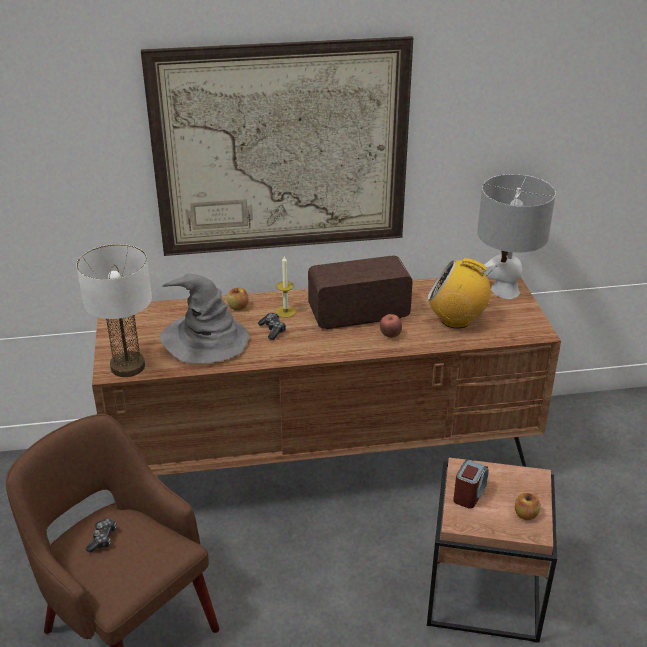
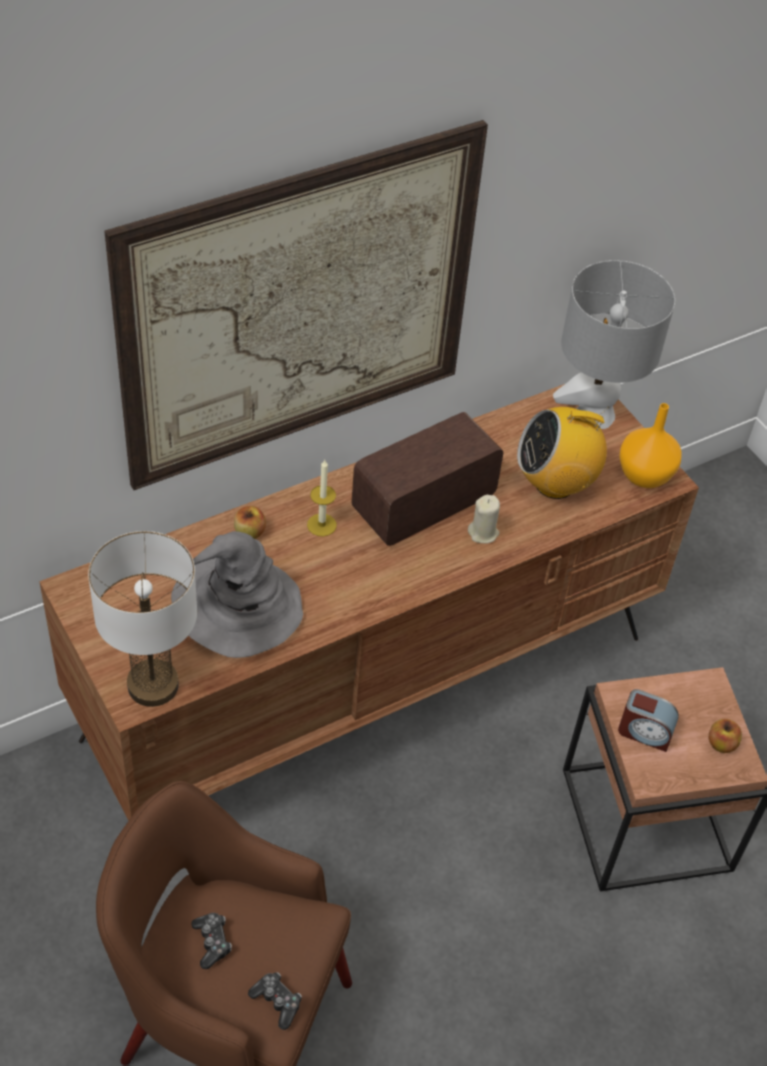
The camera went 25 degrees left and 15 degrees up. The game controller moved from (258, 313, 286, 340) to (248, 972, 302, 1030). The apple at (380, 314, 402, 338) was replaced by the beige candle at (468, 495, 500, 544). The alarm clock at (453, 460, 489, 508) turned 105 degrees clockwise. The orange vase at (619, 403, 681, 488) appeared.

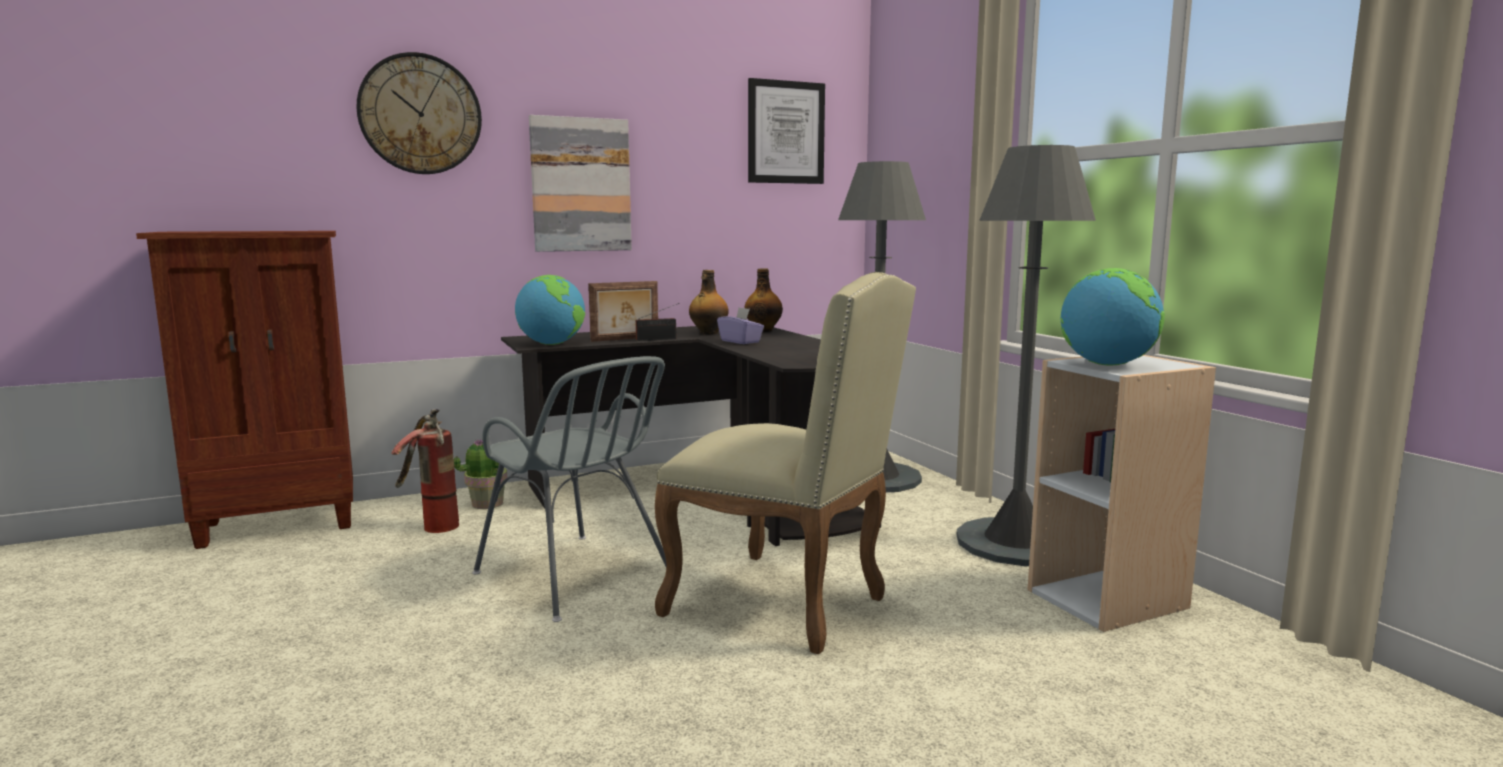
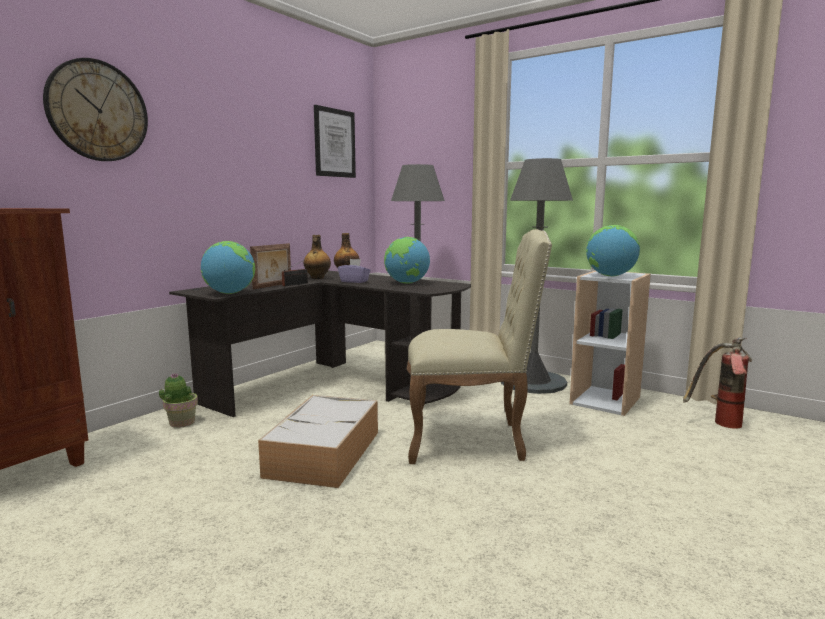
The camera went 30 degrees left and 0 degrees up. The fire extinguisher moved from (391, 409, 459, 533) to (683, 338, 752, 429). The grey chair at (472, 356, 666, 622) was replaced by the storage box at (258, 395, 378, 488). The picture at (529, 115, 632, 252) disappeared. The globe at (384, 237, 430, 284) appeared.

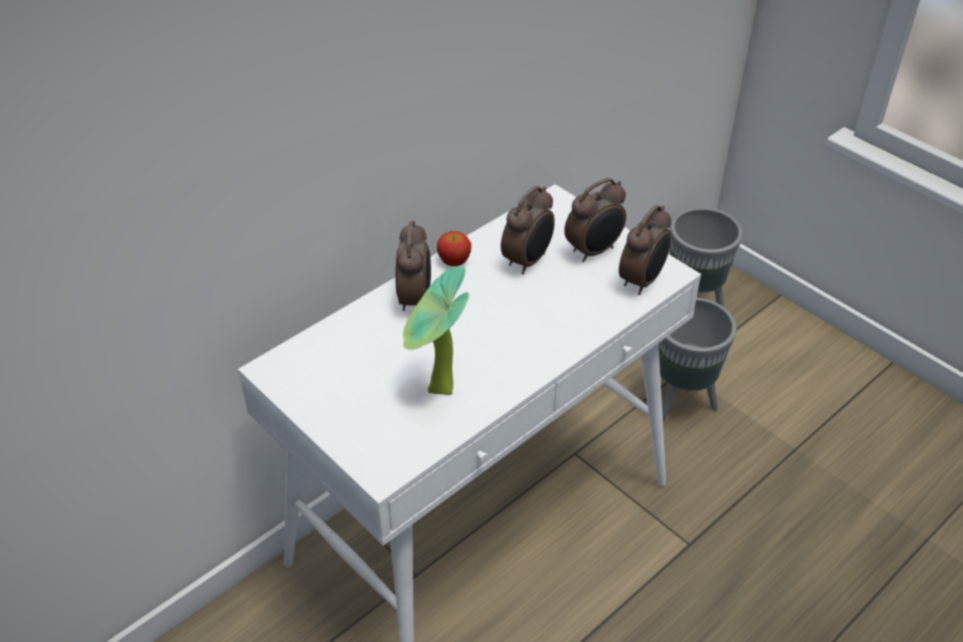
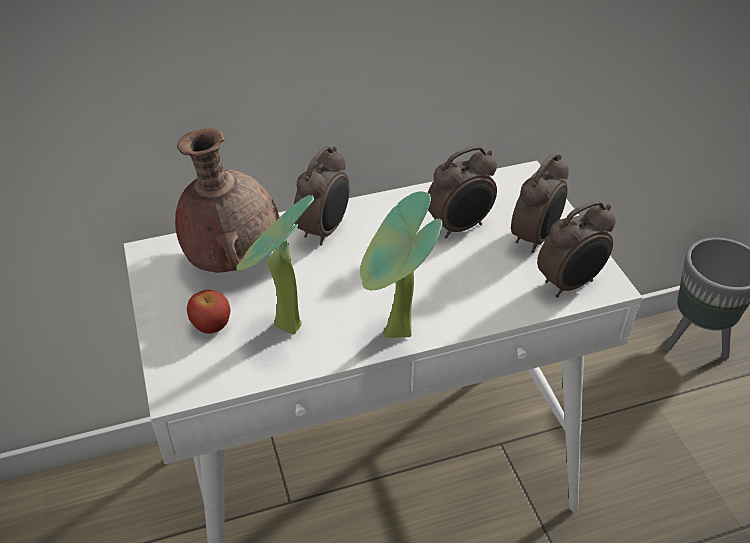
The camera went 25 degrees right and 0 degrees up. The apple moved from (437, 231, 471, 266) to (187, 290, 231, 334). The alarm clock at (564, 178, 626, 262) turned 45 degrees counterclockwise. The grey planter at (659, 297, 736, 422) disappeared. The brown vase at (175, 128, 280, 273) appeared. The potted plant at (360, 191, 443, 338) appeared.

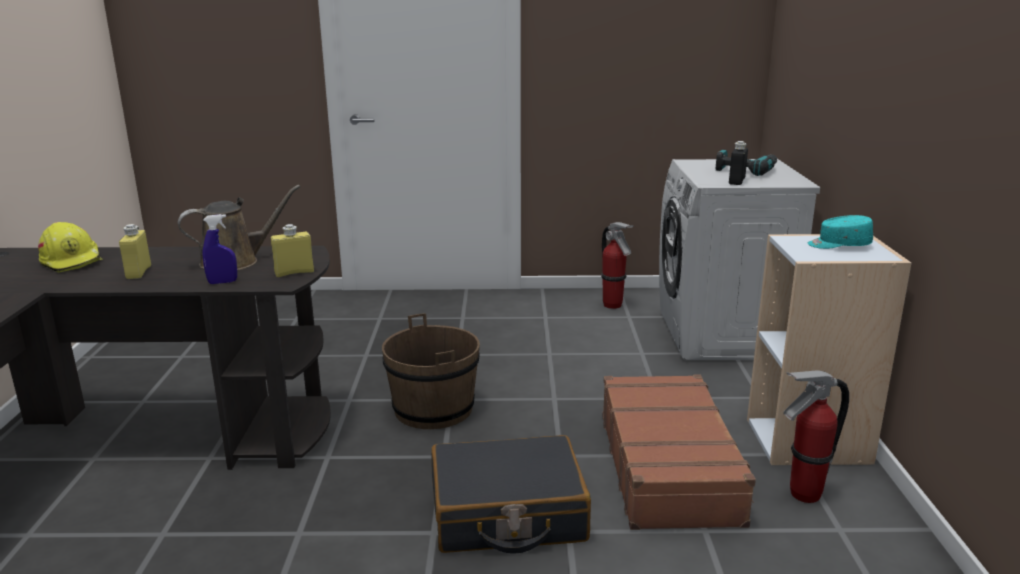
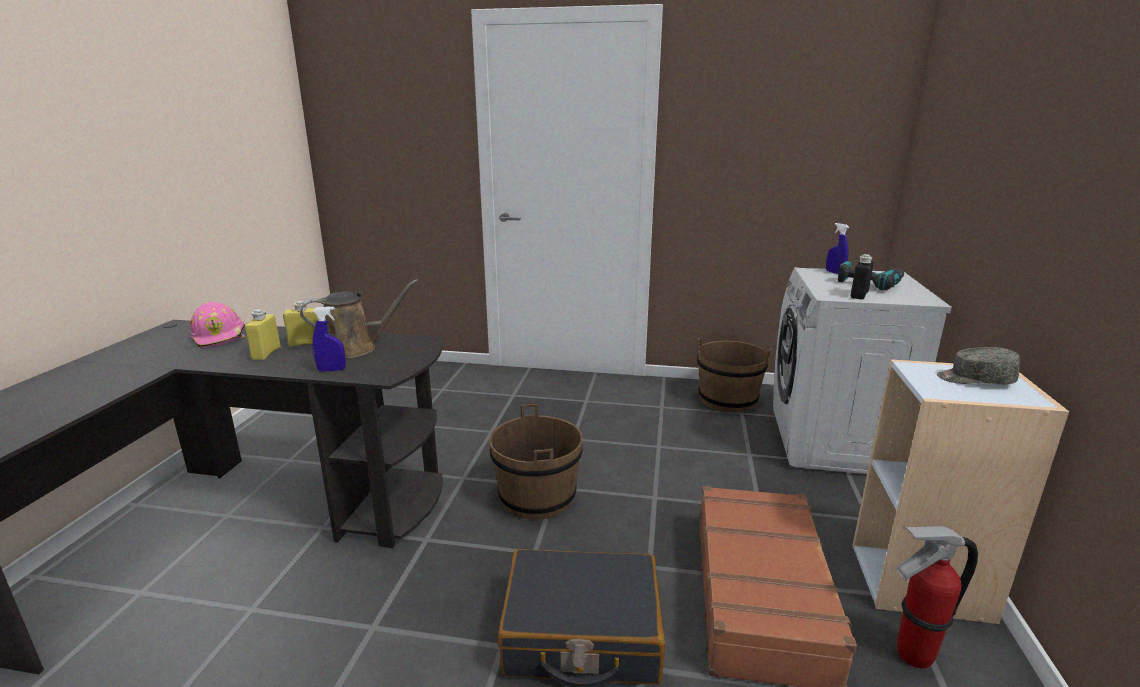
The camera went 10 degrees right and 0 degrees up. The yellow hard hat at (38, 222, 103, 272) became the pink hard hat at (190, 302, 246, 348). The yellow bottle moved from (271, 224, 314, 277) to (283, 301, 318, 347). The fire extinguisher at (601, 222, 634, 309) was replaced by the brown bucket at (697, 337, 771, 413). The turquoise cap at (808, 215, 873, 249) became the grey cap at (937, 347, 1020, 384). The blue spray bottle at (826, 223, 849, 274) appeared.

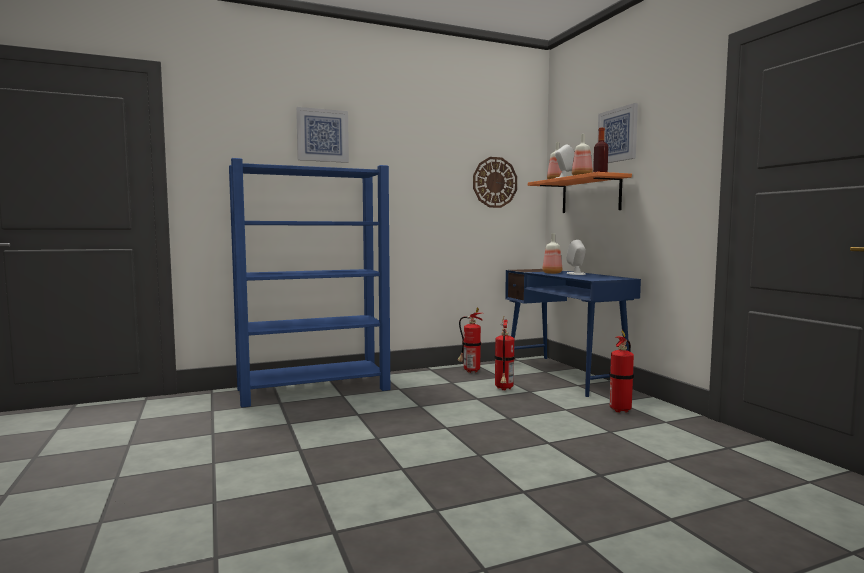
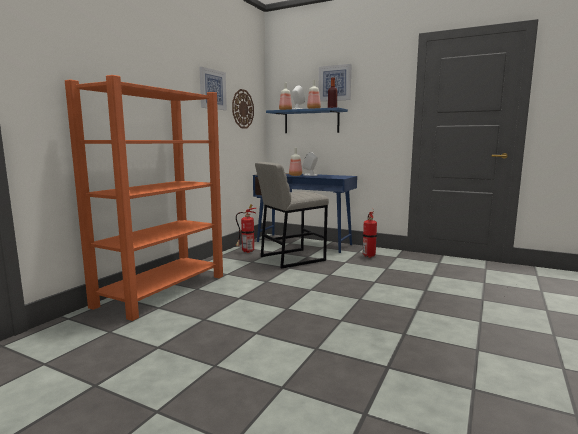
The camera went 40 degrees left and 5 degrees up. The blue bookcase at (229, 158, 390, 408) became the orange bookcase at (65, 75, 223, 321). The picture moved from (296, 107, 349, 163) to (199, 67, 227, 110). The fire extinguisher at (494, 317, 515, 390) was replaced by the grey chair at (255, 162, 329, 269). The orange shelf at (528, 172, 632, 213) became the blue shelf at (266, 107, 348, 133).

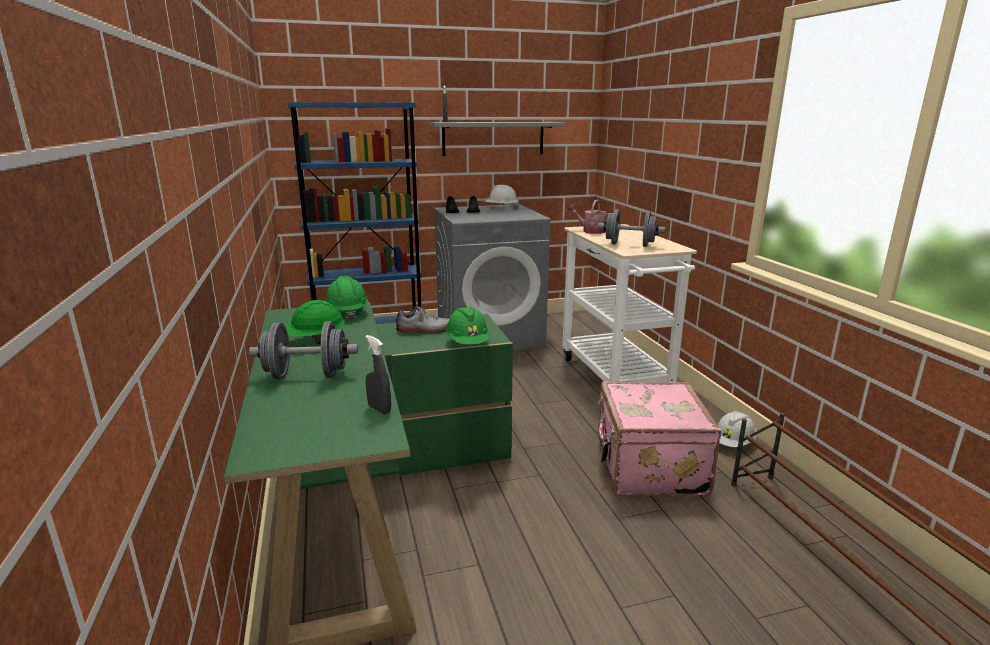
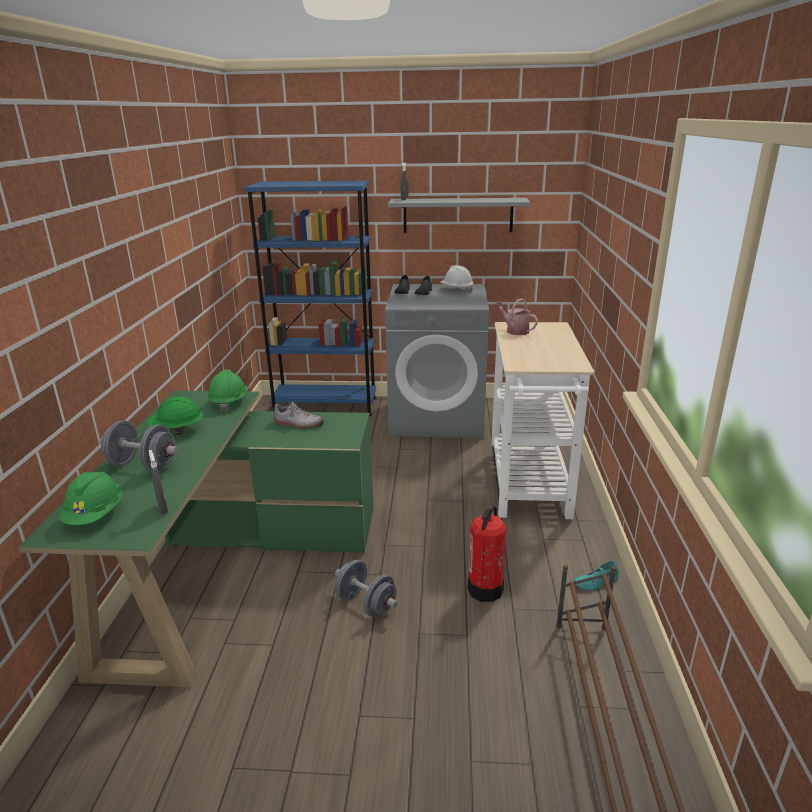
The camera went 20 degrees right and 5 degrees up. The green hard hat moved from (445, 307, 490, 345) to (59, 472, 122, 525). The grey dumbbell moved from (598, 209, 665, 247) to (335, 560, 398, 617). The pink suitcase at (598, 381, 721, 497) was replaced by the fire extinguisher at (468, 505, 507, 602). The white hard hat at (718, 411, 756, 447) was replaced by the turquoise shoe at (573, 561, 619, 591).

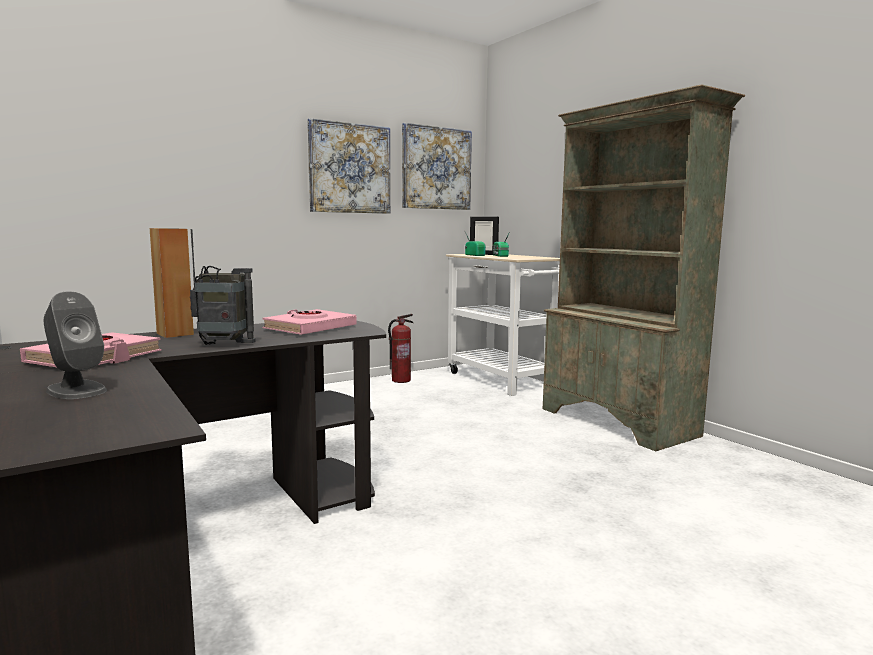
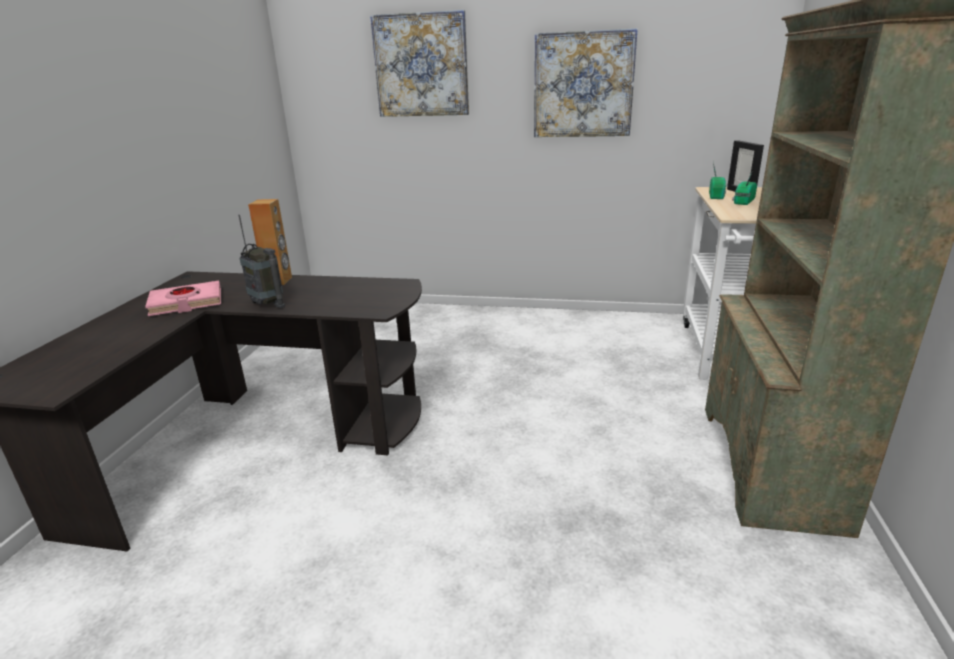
The camera went 45 degrees right and 15 degrees up. The grey speaker at (44, 291, 107, 399) disappeared. The pink book at (262, 309, 357, 335) disappeared. The fire extinguisher at (388, 314, 413, 383) disappeared. The picture moved from (402, 123, 472, 210) to (370, 10, 469, 117).

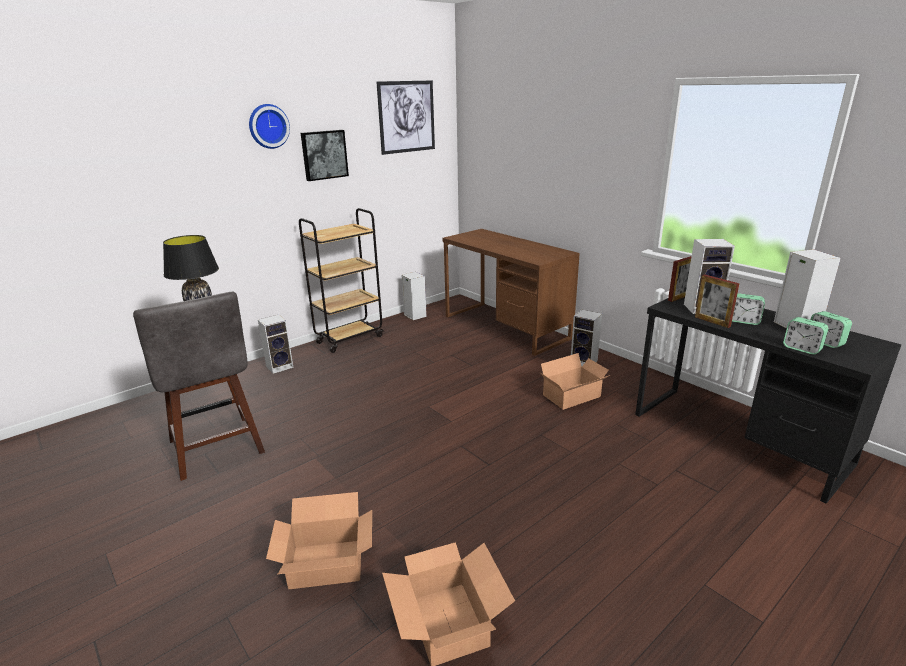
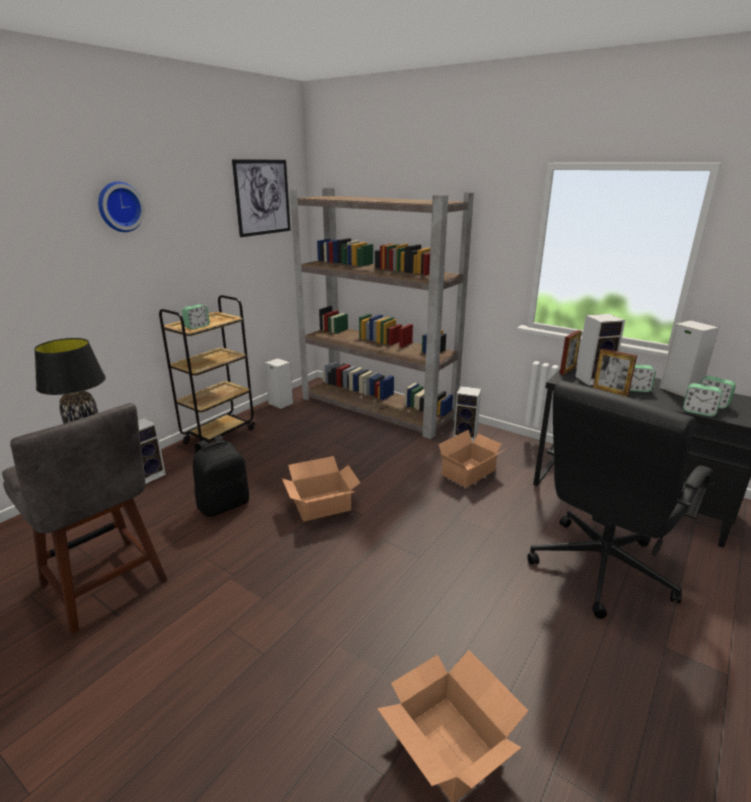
The camera went 15 degrees left and 0 degrees up. The cardboard box moved from (266, 492, 372, 589) to (282, 456, 360, 522). The picture at (301, 130, 349, 181) disappeared. The brown desk at (443, 229, 580, 356) was replaced by the brown bookcase at (290, 188, 474, 439). The alarm clock at (182, 305, 210, 329) appeared. The black backpack at (193, 435, 249, 517) appeared. The black office chair at (527, 380, 713, 619) appeared.

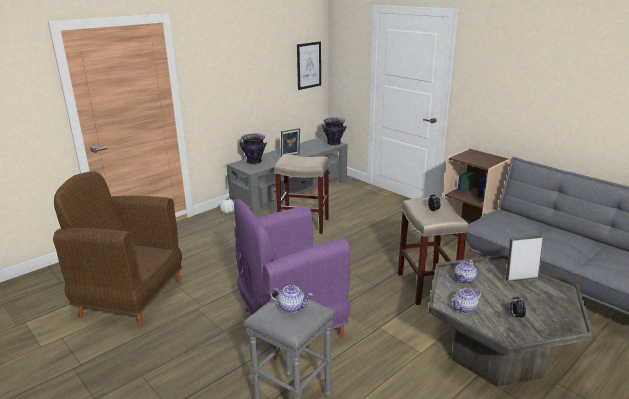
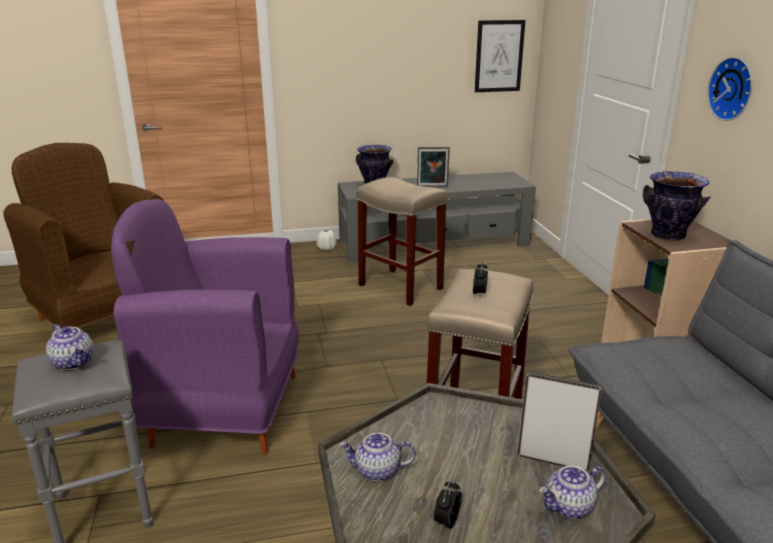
The camera went 30 degrees right and 0 degrees up. The vase moved from (322, 118, 347, 145) to (643, 171, 710, 241). The teapot moved from (454, 259, 477, 284) to (539, 466, 606, 519). The wall clock at (707, 57, 752, 121) appeared.

